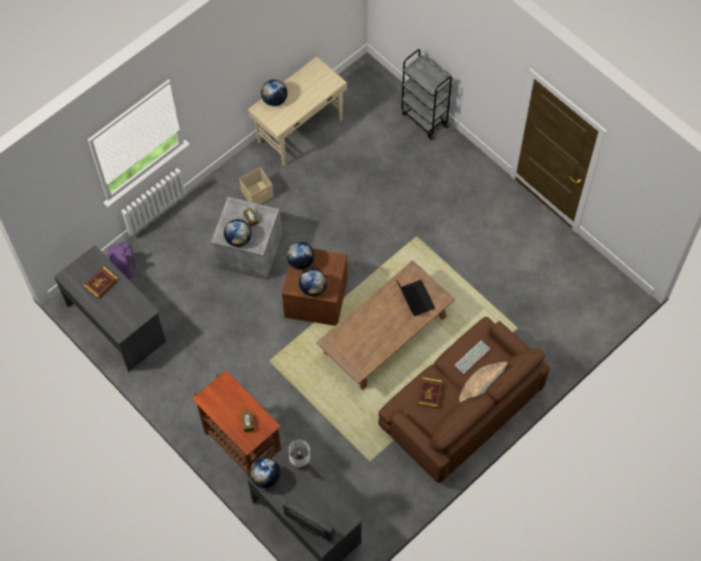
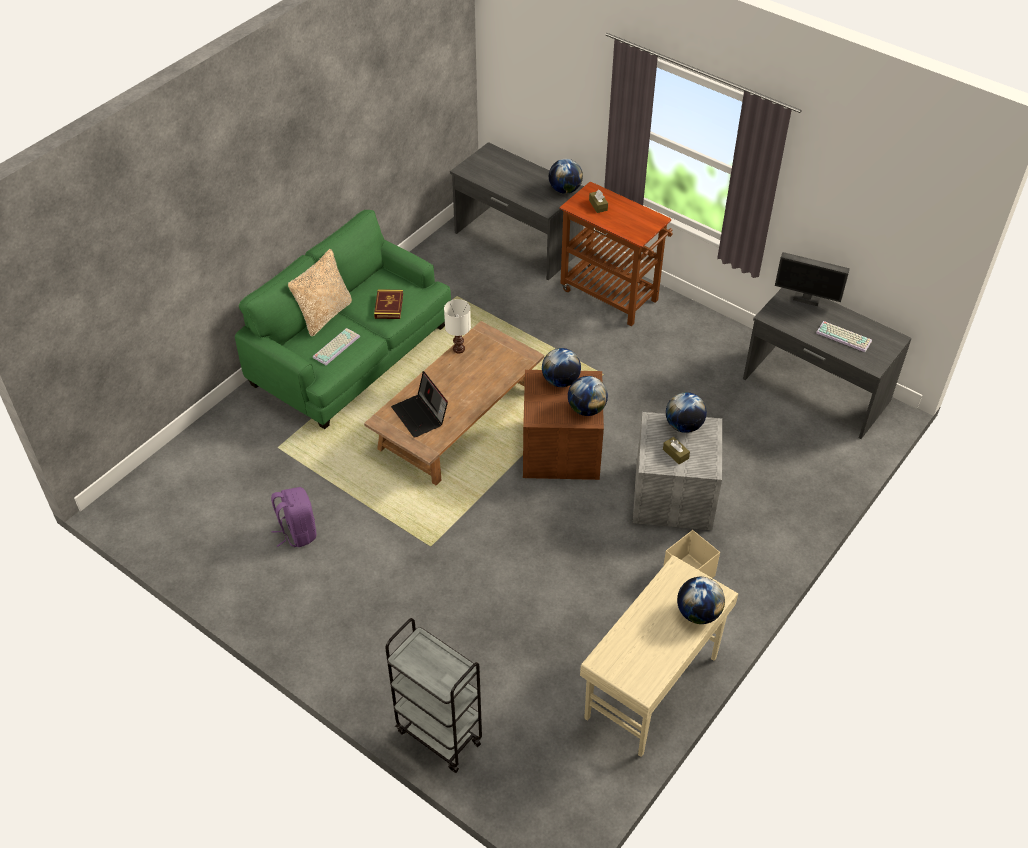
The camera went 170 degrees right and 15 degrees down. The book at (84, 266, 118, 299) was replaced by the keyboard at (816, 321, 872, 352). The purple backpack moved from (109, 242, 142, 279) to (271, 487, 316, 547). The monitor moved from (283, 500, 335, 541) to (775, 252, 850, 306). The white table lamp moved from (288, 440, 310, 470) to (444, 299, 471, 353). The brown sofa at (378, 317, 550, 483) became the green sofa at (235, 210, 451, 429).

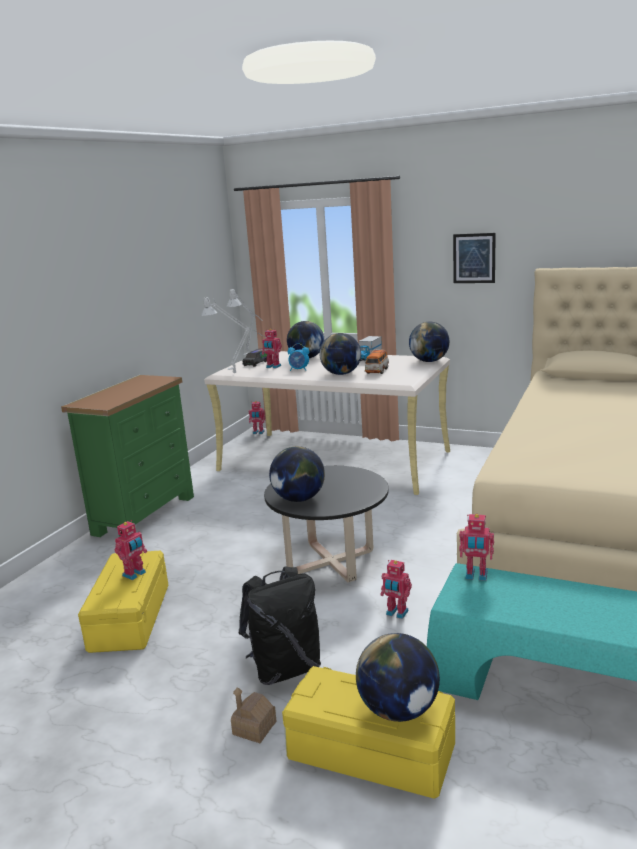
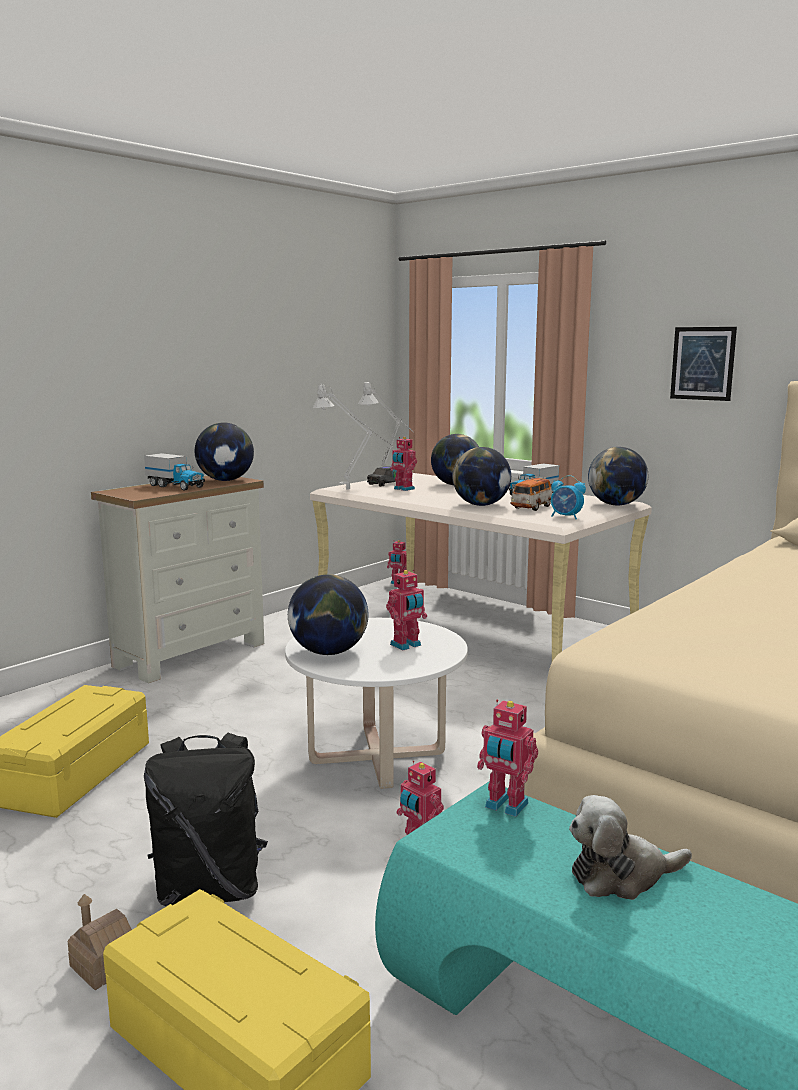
The camera went 15 degrees right and 5 degrees down. The green dresser at (61, 375, 194, 537) became the white dresser at (91, 476, 264, 683). The toy robot moved from (115, 520, 147, 580) to (386, 570, 427, 650). The black coffee table at (264, 466, 389, 582) became the white coffee table at (285, 618, 468, 789). The alarm clock moved from (288, 343, 309, 371) to (551, 475, 586, 519). The globe moved from (356, 633, 440, 722) to (195, 423, 254, 481). The toy truck at (144, 453, 205, 491) appeared. The plush toy at (569, 795, 692, 900) appeared.

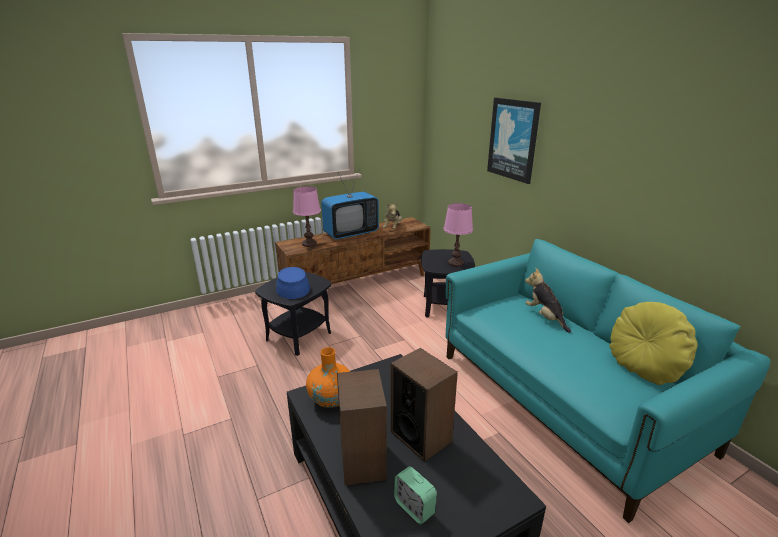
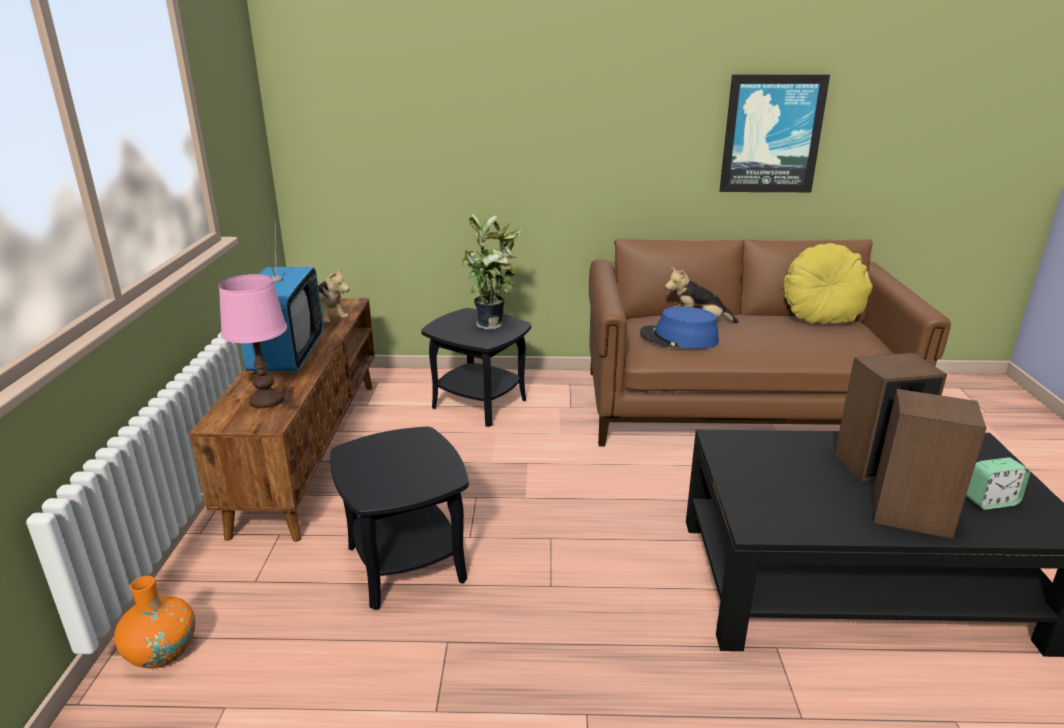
The camera went 60 degrees left and 0 degrees up. The blue hat moved from (276, 267, 310, 299) to (640, 306, 719, 349). The orange vase moved from (306, 347, 351, 408) to (114, 576, 195, 668). The pink table lamp at (444, 203, 473, 267) was replaced by the potted plant at (462, 213, 521, 330). The turquoise sofa at (445, 239, 771, 523) became the brown sofa at (589, 238, 951, 446). The picture moved from (487, 98, 541, 184) to (720, 74, 830, 192).

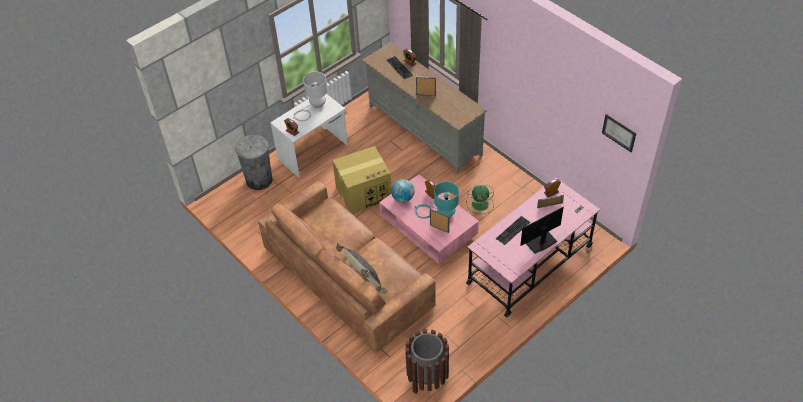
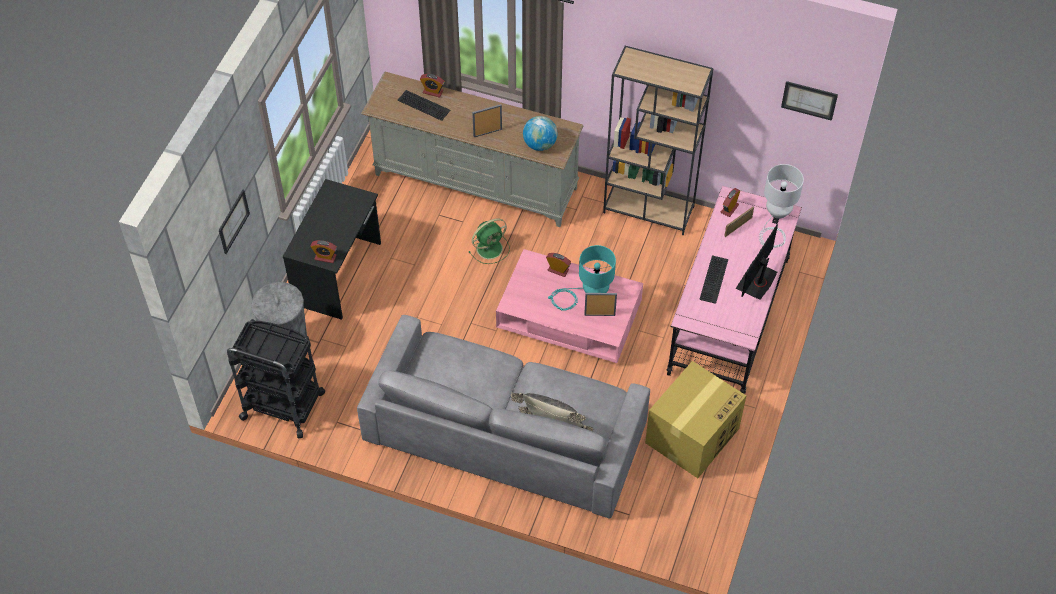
The camera went 30 degrees left and 5 degrees up. The brown sofa at (258, 181, 436, 353) became the grey sofa at (357, 315, 650, 519). The white desk at (270, 94, 348, 177) became the black desk at (283, 179, 381, 320). The grey table lamp moved from (293, 71, 328, 121) to (759, 164, 804, 248). The cardboard box moved from (333, 146, 391, 214) to (645, 361, 746, 478). The globe moved from (391, 179, 415, 203) to (523, 116, 557, 151). The brown trash can at (405, 329, 449, 394) disappeared. The green fan moved from (466, 184, 494, 214) to (468, 219, 510, 264). The picture at (219, 190, 250, 254) appeared. The black cart at (227, 319, 325, 438) appeared. The bookcase at (603, 46, 714, 235) appeared.

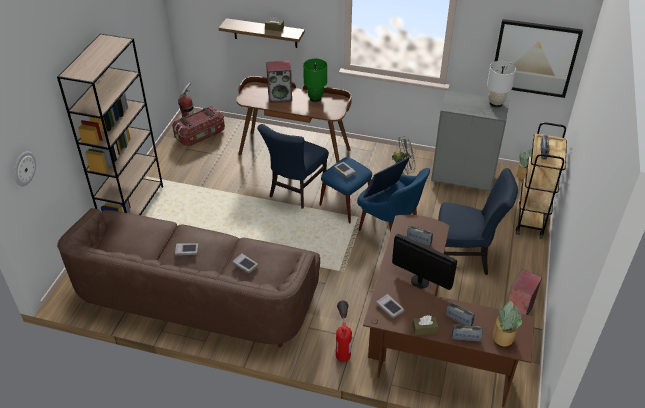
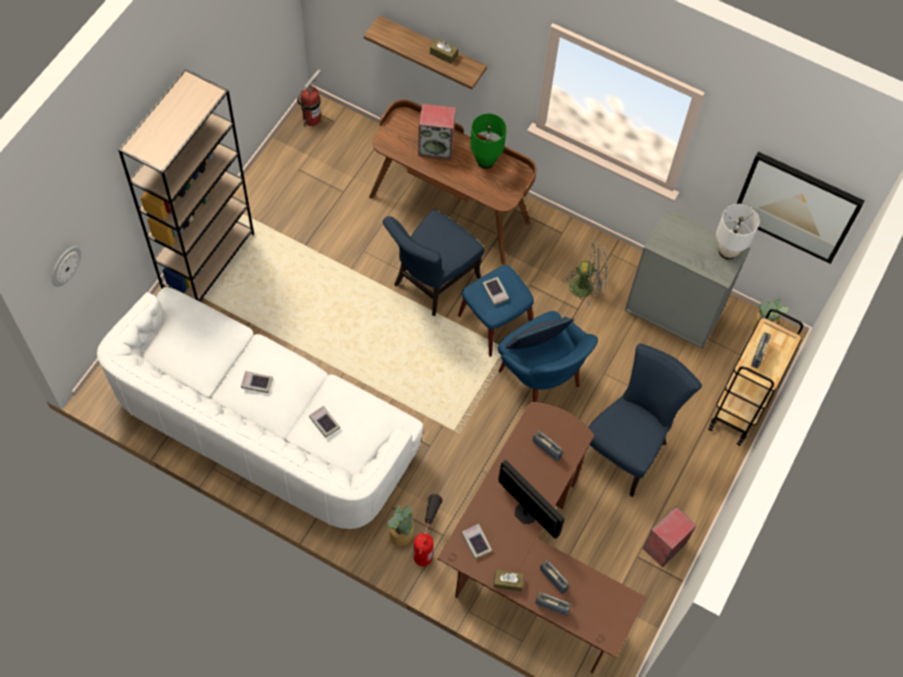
The camera went 10 degrees right and 20 degrees up. The brown sofa at (57, 208, 320, 348) became the white sofa at (97, 287, 423, 529). The storage box at (172, 106, 225, 146) disappeared. The blue chair at (438, 168, 518, 275) turned 75 degrees counterclockwise. The potted plant moved from (493, 301, 522, 346) to (387, 505, 413, 546).

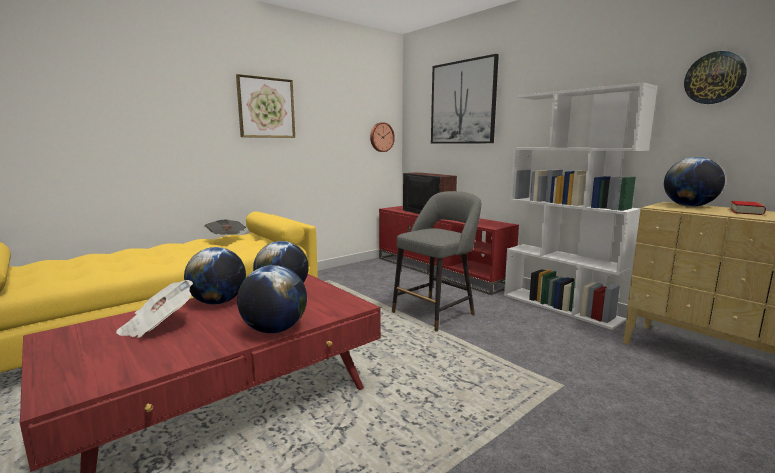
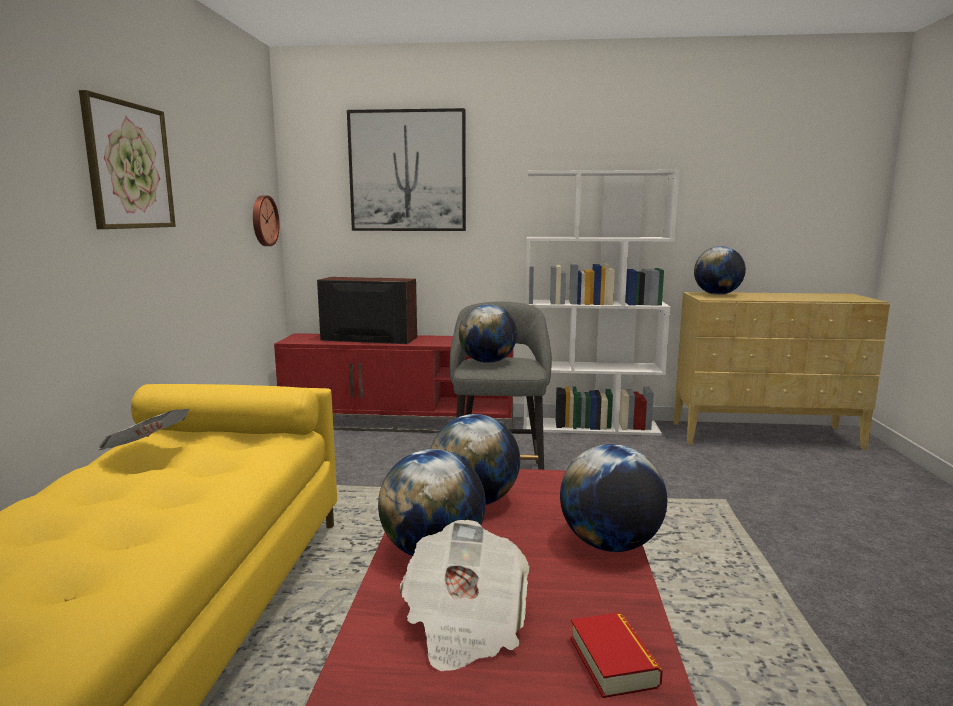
The camera went 45 degrees left and 0 degrees up. The wall clock at (684, 51, 747, 104) disappeared. The book moved from (730, 201, 766, 215) to (570, 613, 663, 698). The globe at (459, 304, 517, 363) appeared.

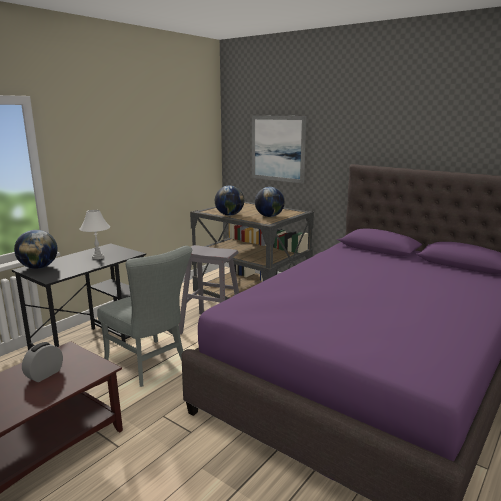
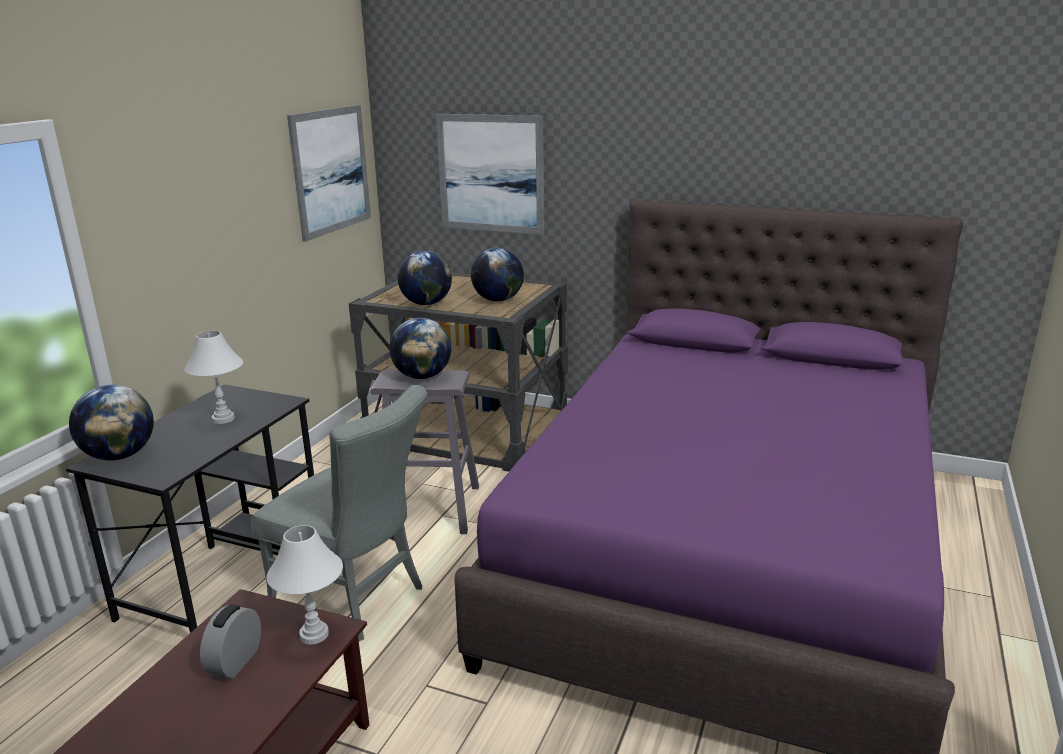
The camera went 15 degrees left and 5 degrees up. The white table lamp at (267, 525, 343, 645) appeared. The picture at (287, 105, 371, 242) appeared. The globe at (389, 318, 451, 379) appeared.

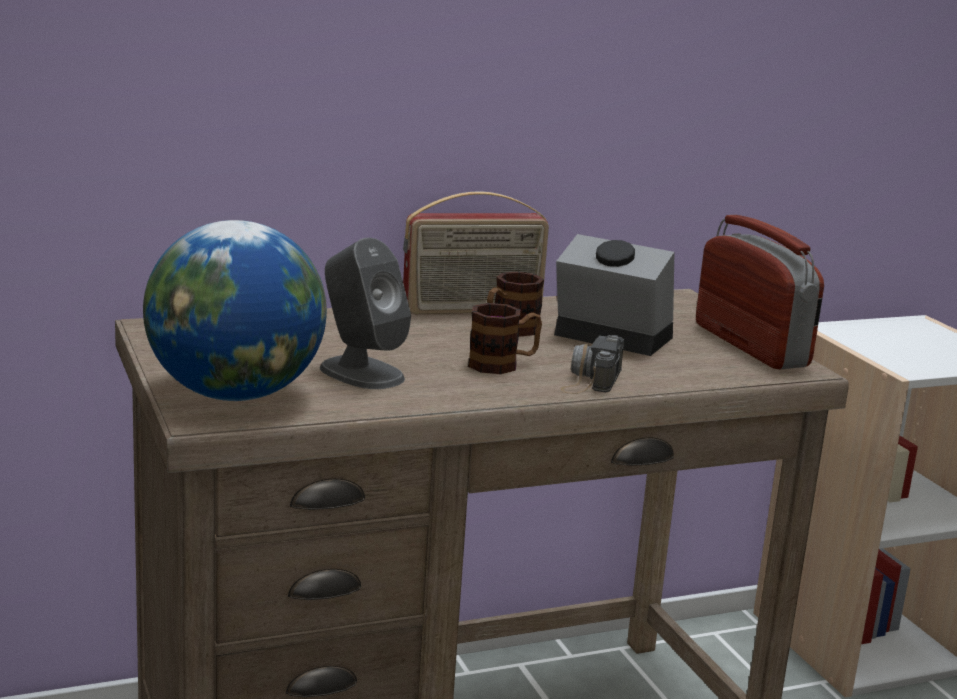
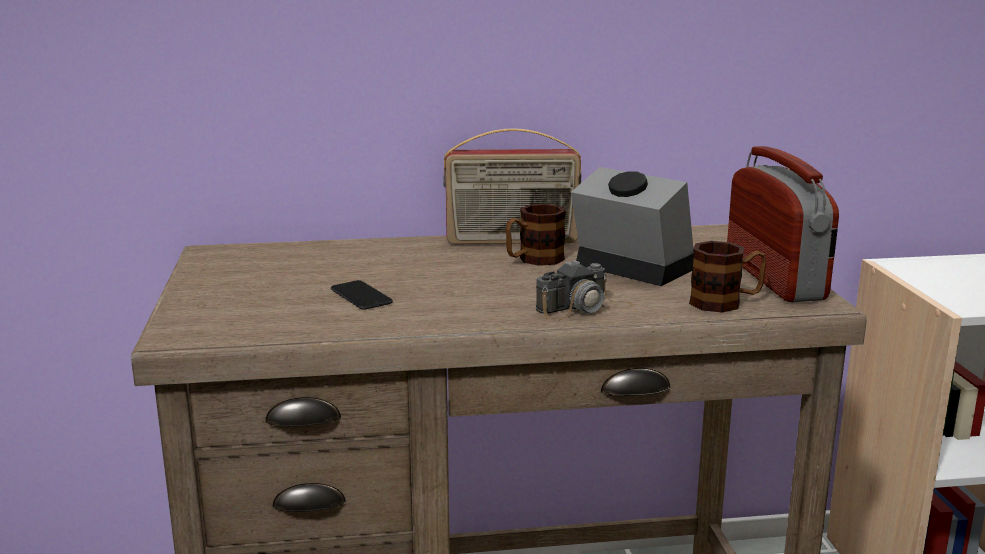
The camera went 15 degrees right and 0 degrees up. The globe at (143, 220, 327, 401) disappeared. The grey speaker at (320, 238, 411, 389) was replaced by the phone at (331, 280, 393, 310). The mug moved from (468, 303, 542, 374) to (689, 241, 767, 313). The photo camera at (560, 335, 624, 394) turned 150 degrees counterclockwise.

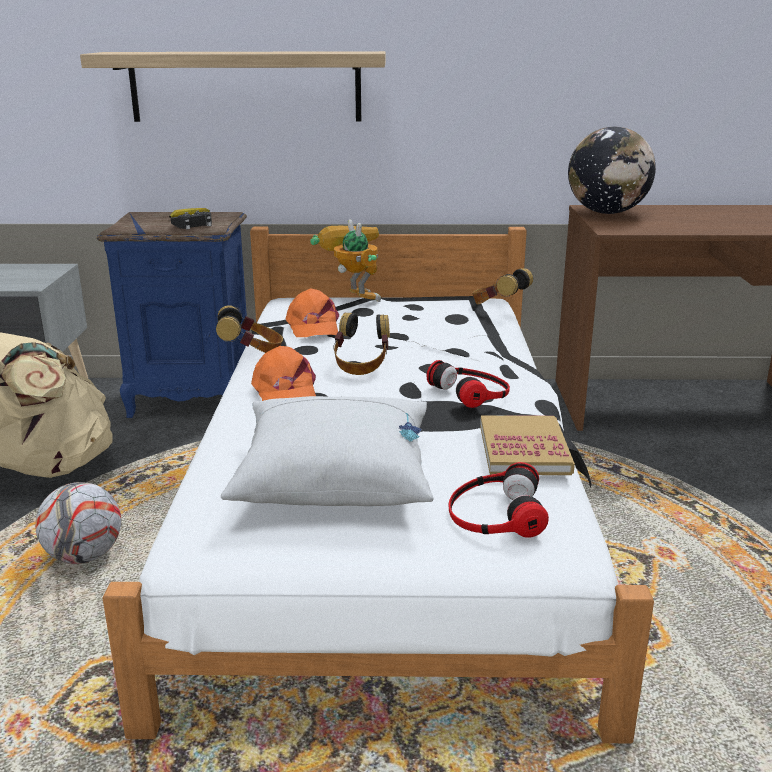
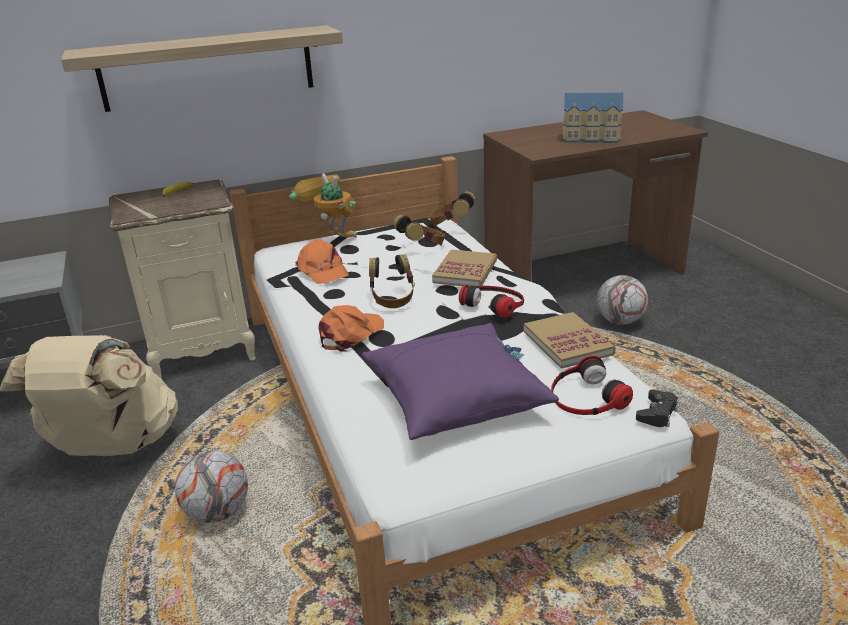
The camera went 20 degrees left and 5 degrees up. The blue nightstand at (96, 212, 248, 418) became the beige nightstand at (109, 179, 256, 378). The black game controller moved from (171, 211, 212, 230) to (636, 389, 678, 428). The headphones moved from (216, 305, 283, 353) to (393, 215, 445, 245). The grey pillow at (221, 396, 433, 506) became the purple pillow at (362, 323, 559, 440). The orange cap at (251, 346, 316, 401) turned 105 degrees counterclockwise. The globe at (568, 127, 656, 214) disappeared. The book at (432, 250, 497, 286) appeared. The toy house at (563, 93, 623, 143) appeared. The football at (597, 275, 648, 325) appeared.

